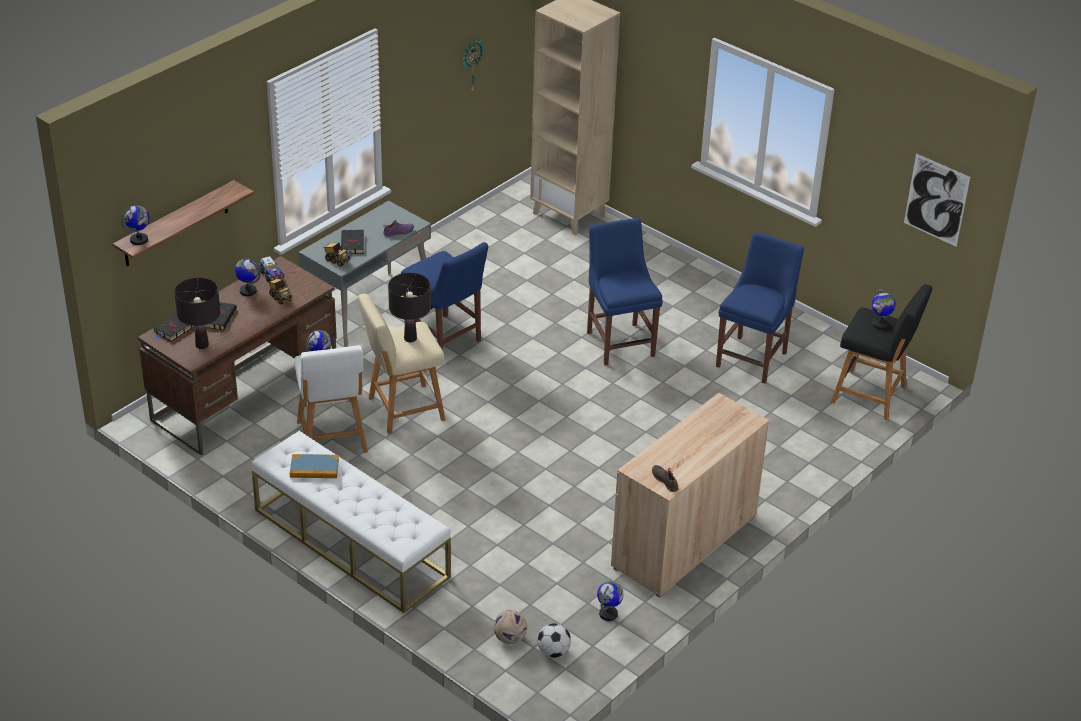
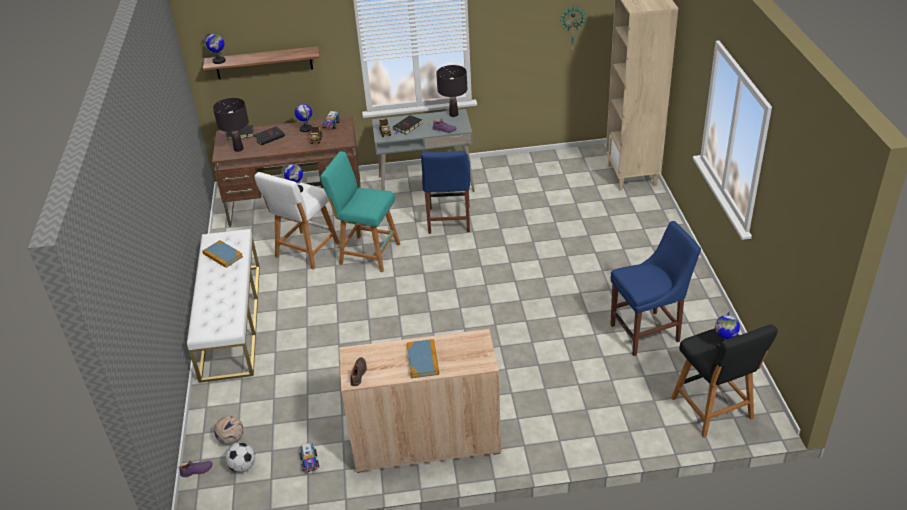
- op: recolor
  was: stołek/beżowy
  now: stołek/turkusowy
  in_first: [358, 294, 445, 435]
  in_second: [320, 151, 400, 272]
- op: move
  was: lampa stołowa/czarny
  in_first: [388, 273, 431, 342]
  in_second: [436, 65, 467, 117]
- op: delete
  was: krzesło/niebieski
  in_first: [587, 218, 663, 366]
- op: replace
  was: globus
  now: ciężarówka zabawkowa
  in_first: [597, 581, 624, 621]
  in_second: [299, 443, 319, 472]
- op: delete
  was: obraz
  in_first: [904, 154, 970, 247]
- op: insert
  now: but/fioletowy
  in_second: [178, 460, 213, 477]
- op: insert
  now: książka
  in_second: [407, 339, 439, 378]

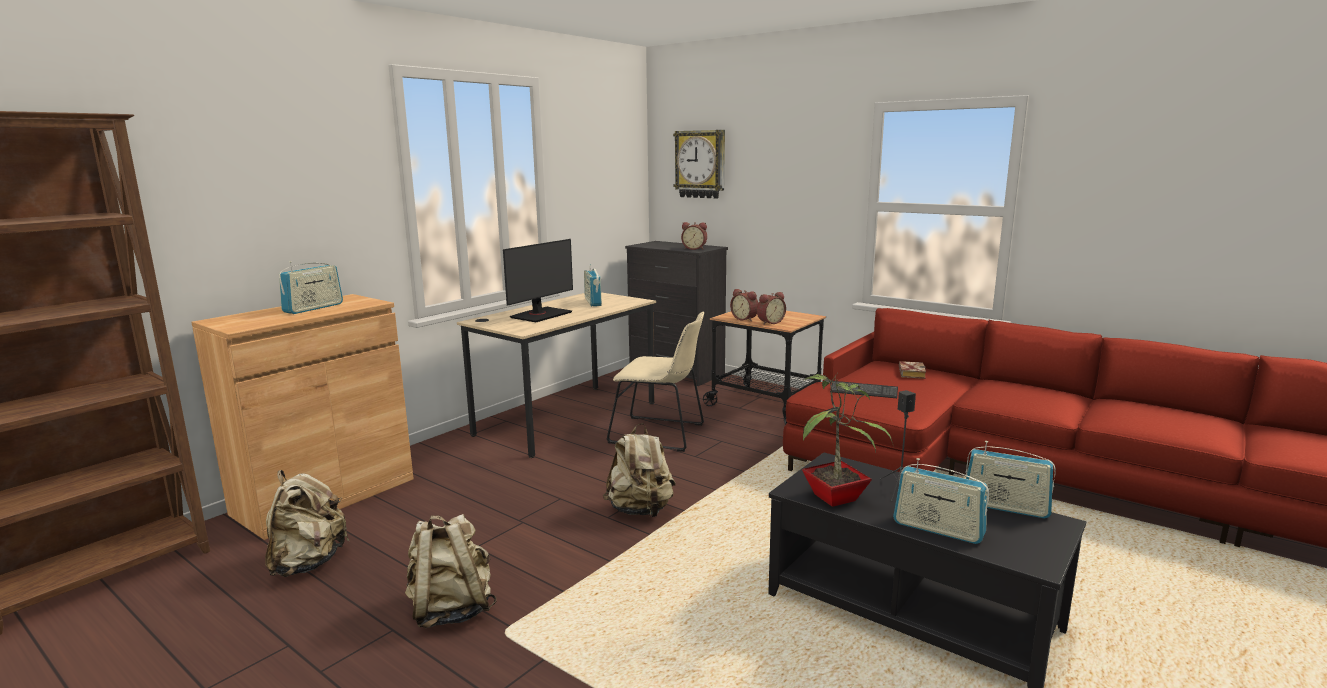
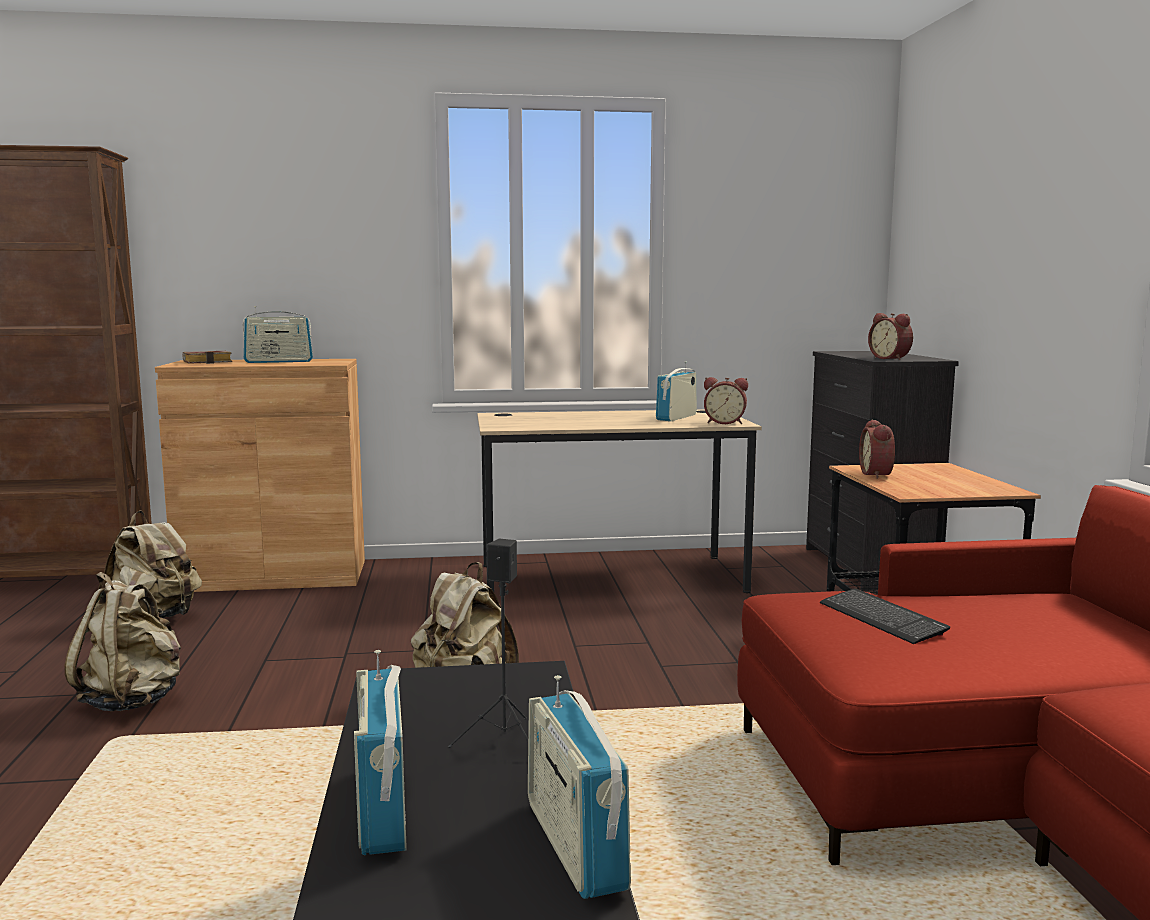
- op: delete
  was: monitor
  in_first: [503, 239, 573, 322]
- op: delete
  was: krzesło/beżowy
  in_first: [606, 312, 704, 452]
- op: delete
  was: zegar ścienny
  in_first: [673, 130, 725, 199]
- op: move
  was: budzik
  in_first: [757, 292, 786, 325]
  in_second: [704, 377, 748, 424]
- op: delete
  was: roślina doniczkowa
  in_first: [802, 374, 893, 507]
- op: move
  was: książka
  in_first: [899, 361, 926, 379]
  in_second: [183, 351, 232, 364]

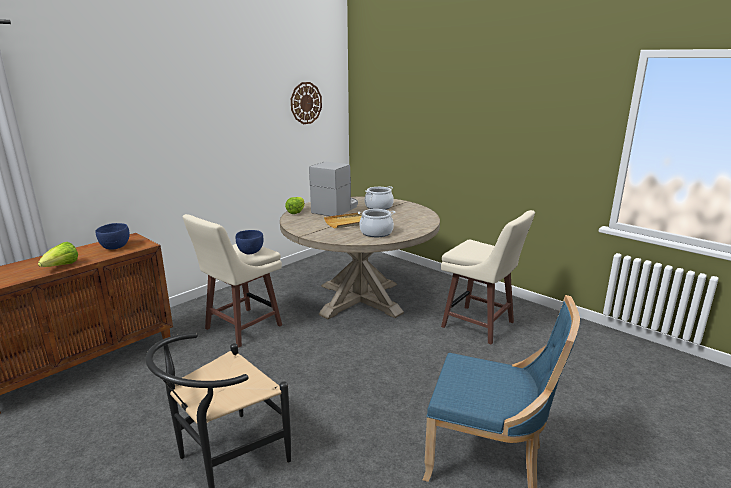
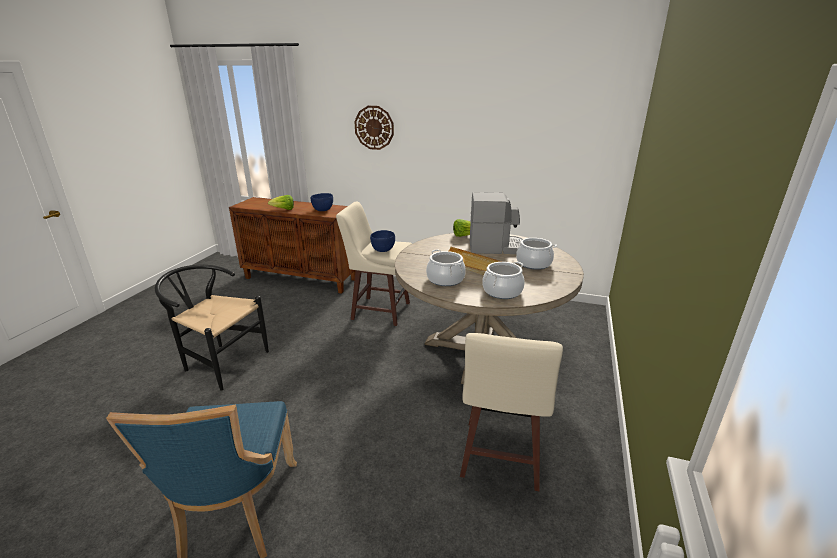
- op: move
  was: zegar ścienny
  in_first: [291, 82, 322, 124]
  in_second: [354, 106, 394, 150]
- op: insert
  now: garnek
  in_second: [482, 262, 525, 299]

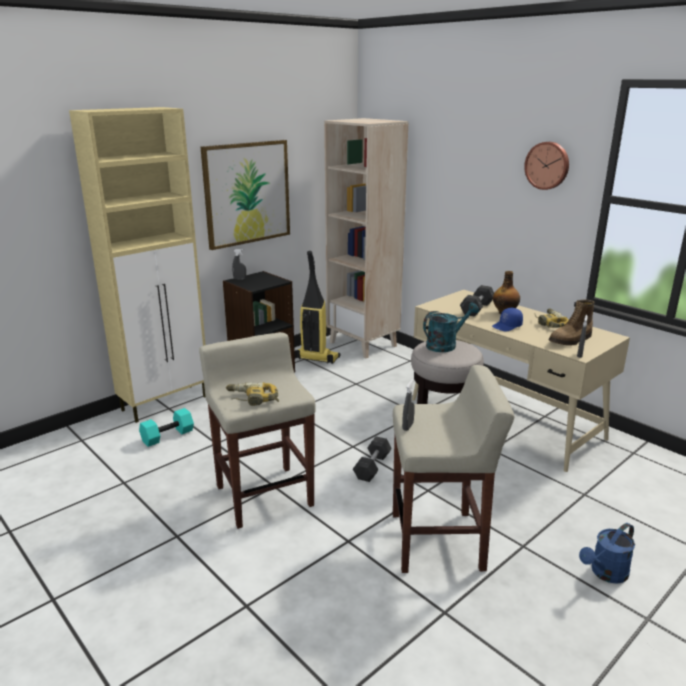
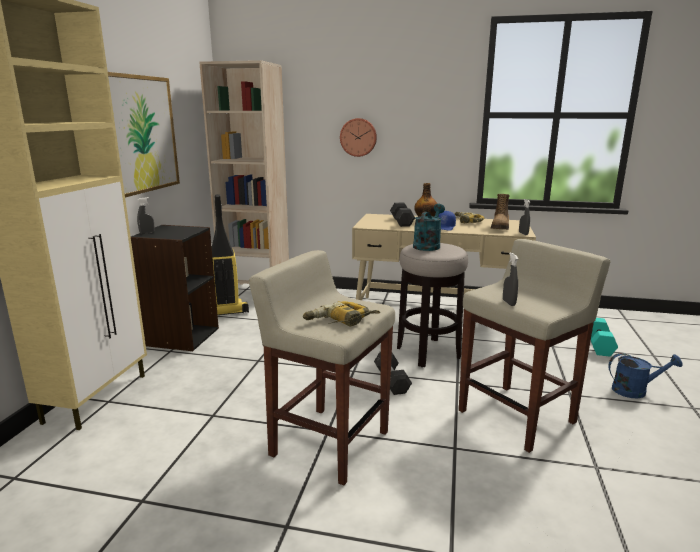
- op: move
  was: hantel/turkusowy
  in_first: [139, 408, 194, 447]
  in_second: [591, 318, 618, 357]
- op: move
  was: zegar ścienny
  in_first: [524, 142, 569, 190]
  in_second: [340, 118, 377, 157]
- op: rotate
  was: konewka/niebieski
  in_first: [579, 523, 635, 584]
  in_second: [608, 353, 683, 398]
  clockwise: -105

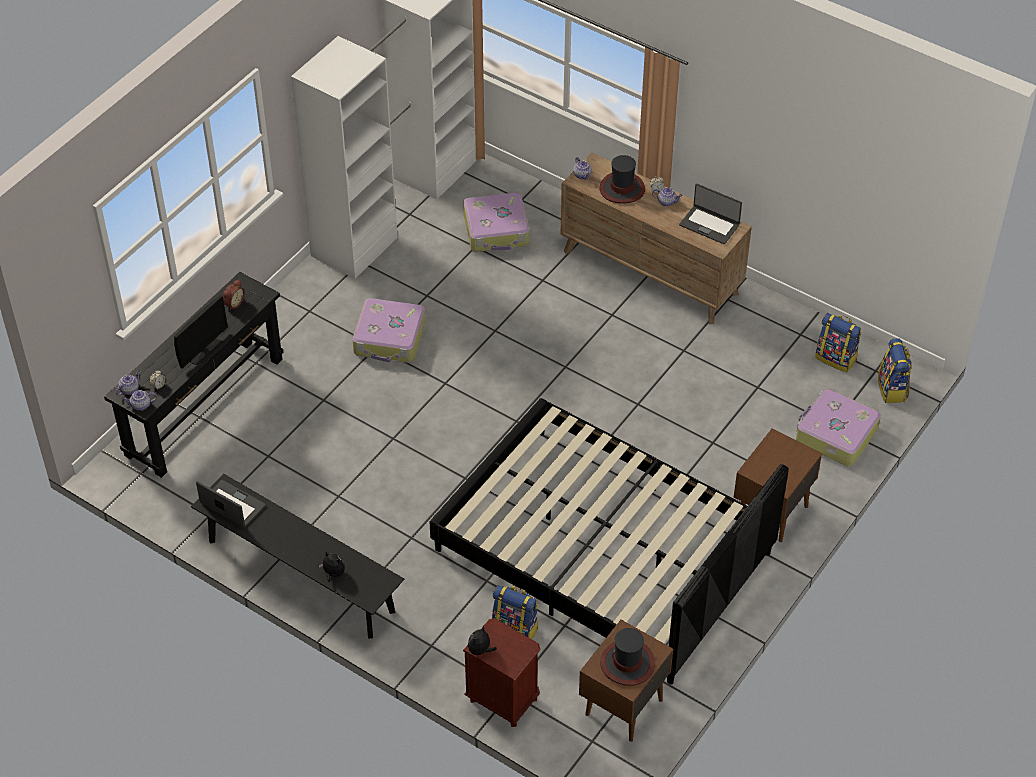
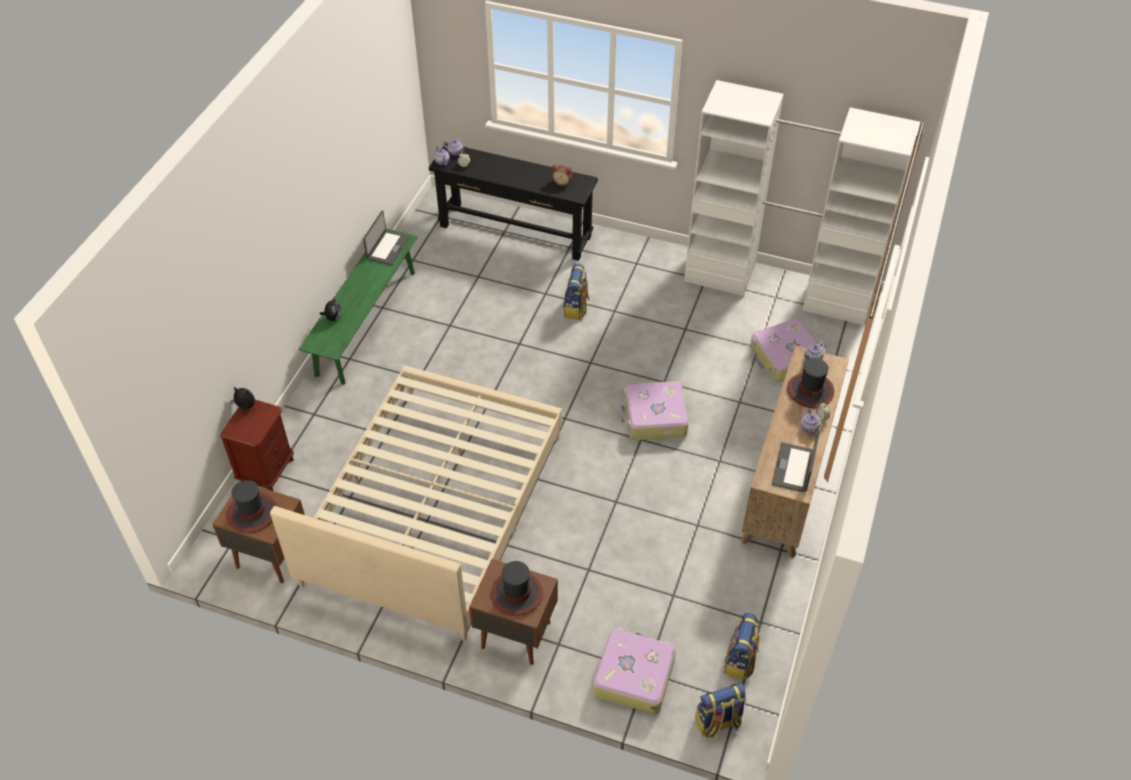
- op: delete
  was: monitor
  in_first: [174, 295, 228, 368]
- op: recolor
  was: ławka/czarny
  now: ławka/zielony
  in_first: [191, 474, 404, 639]
  in_second: [299, 228, 418, 385]
- op: move
  was: walizka
  in_first: [352, 298, 425, 363]
  in_second: [621, 381, 689, 440]
- op: recolor
  was: łóżko/czarny
  now: łóżko/beżowy
  in_first: [429, 398, 789, 685]
  in_second: [270, 365, 562, 641]
- op: move
  was: plecak
  in_first: [492, 585, 538, 639]
  in_second: [563, 263, 590, 320]
- op: insert
  now: kapelusz
  in_second: [491, 561, 543, 616]

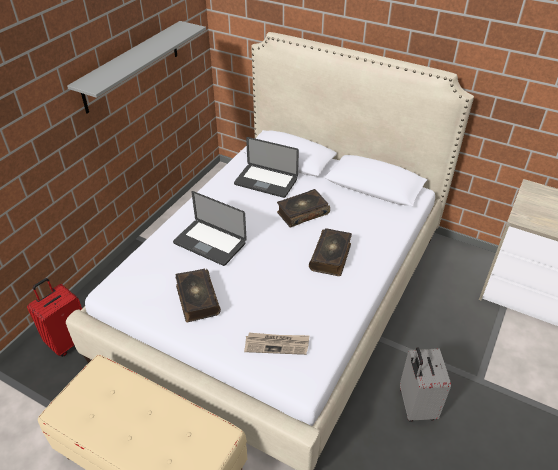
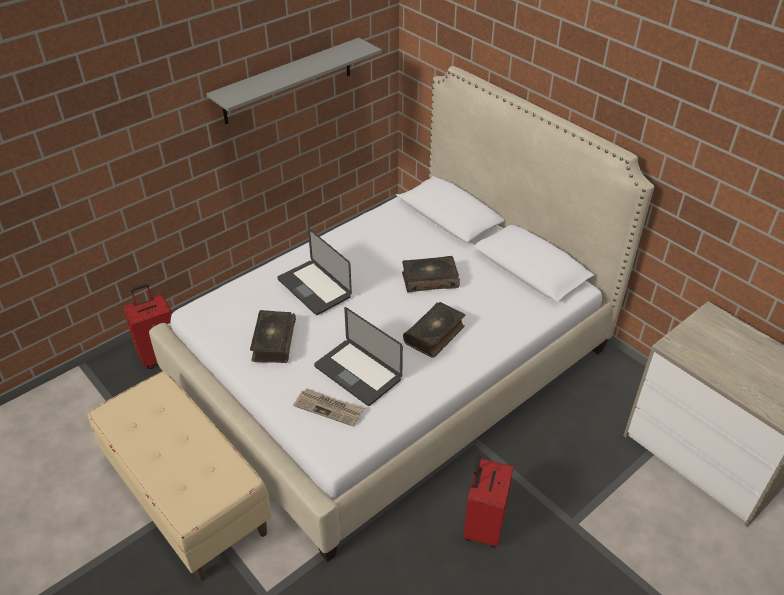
- op: move
  was: laptop
  in_first: [234, 137, 299, 198]
  in_second: [314, 307, 403, 406]
- op: recolor
  was: walizka/szary
  now: walizka/czerwony
  in_first: [400, 347, 451, 422]
  in_second: [463, 455, 514, 548]

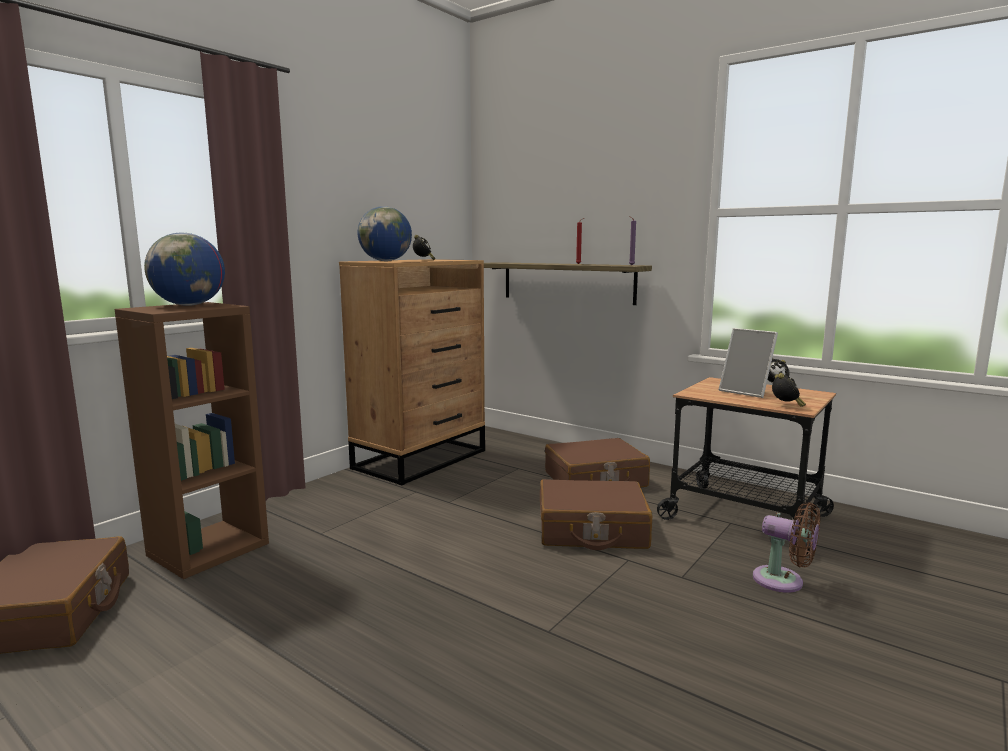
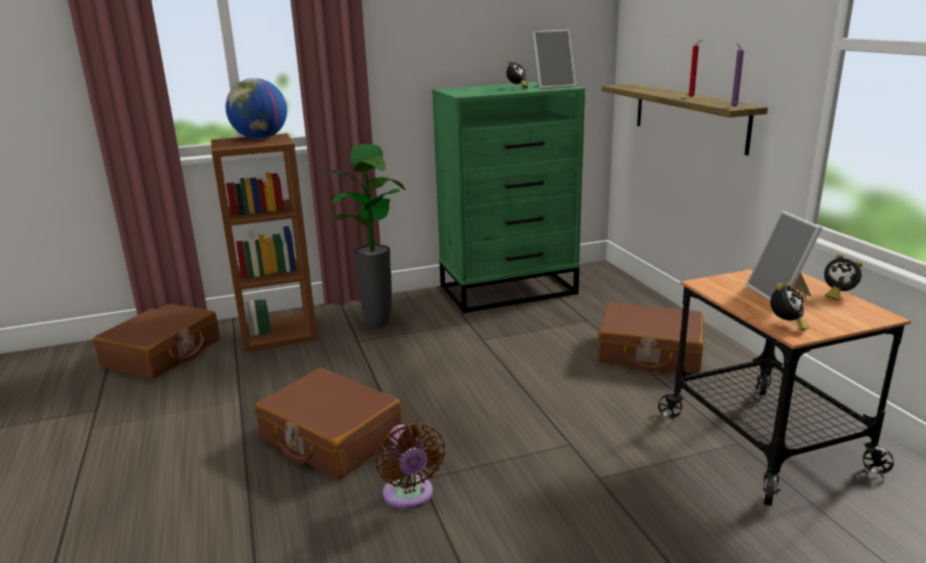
- op: recolor
  was: komoda/brązowy
  now: komoda/zielony
  in_first: [339, 259, 485, 486]
  in_second: [432, 82, 585, 313]
- op: delete
  was: globus
  in_first: [358, 206, 412, 261]
- op: move
  was: walizka/brązowy
  in_first: [540, 479, 653, 550]
  in_second: [255, 368, 402, 479]
- op: move
  was: wentylator/brązowy
  in_first: [753, 502, 820, 593]
  in_second: [375, 423, 445, 509]
- op: insert
  now: roślina doniczkowa
  in_second: [321, 144, 406, 328]
- op: insert
  now: ramka na zdjęcie
  in_second: [533, 30, 576, 89]

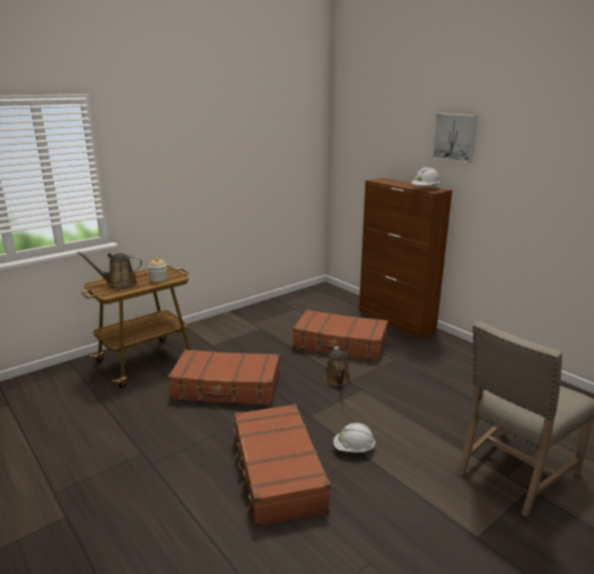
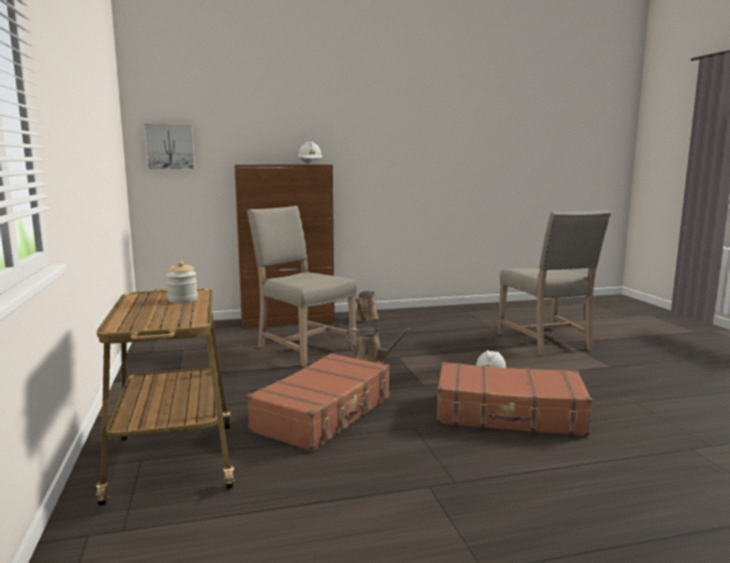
- op: move
  was: konewka/brązowy
  in_first: [77, 252, 142, 289]
  in_second: [356, 291, 379, 322]
- op: replace
  was: walizka/brązowy
  now: krzesło/beżowy
  in_first: [293, 310, 388, 362]
  in_second: [247, 206, 357, 367]
- op: move
  was: obraz
  in_first: [432, 113, 478, 163]
  in_second: [144, 123, 195, 171]

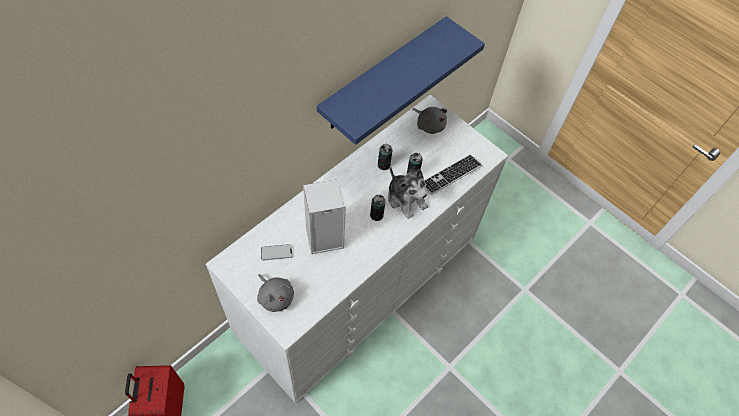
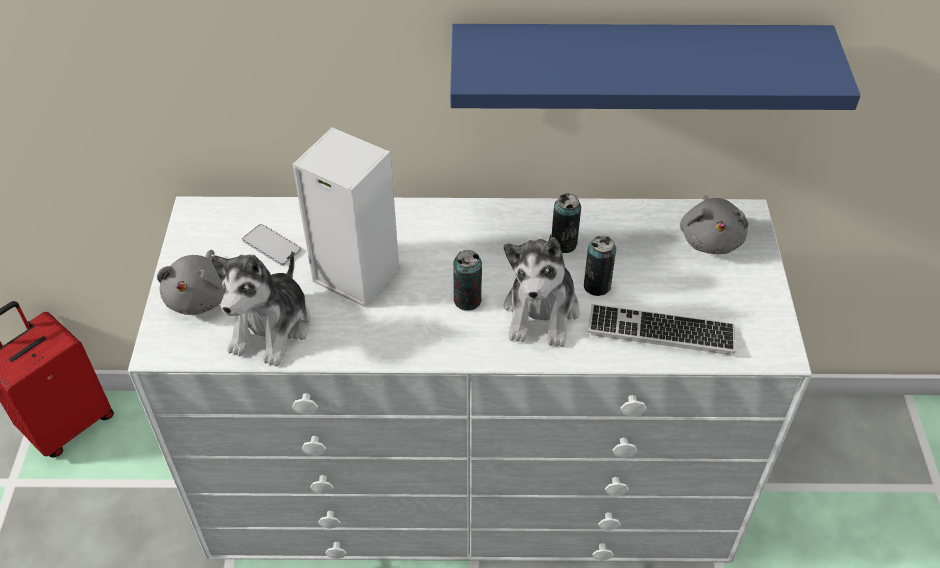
- op: insert
  now: pluszak
  in_second: [211, 251, 311, 367]

